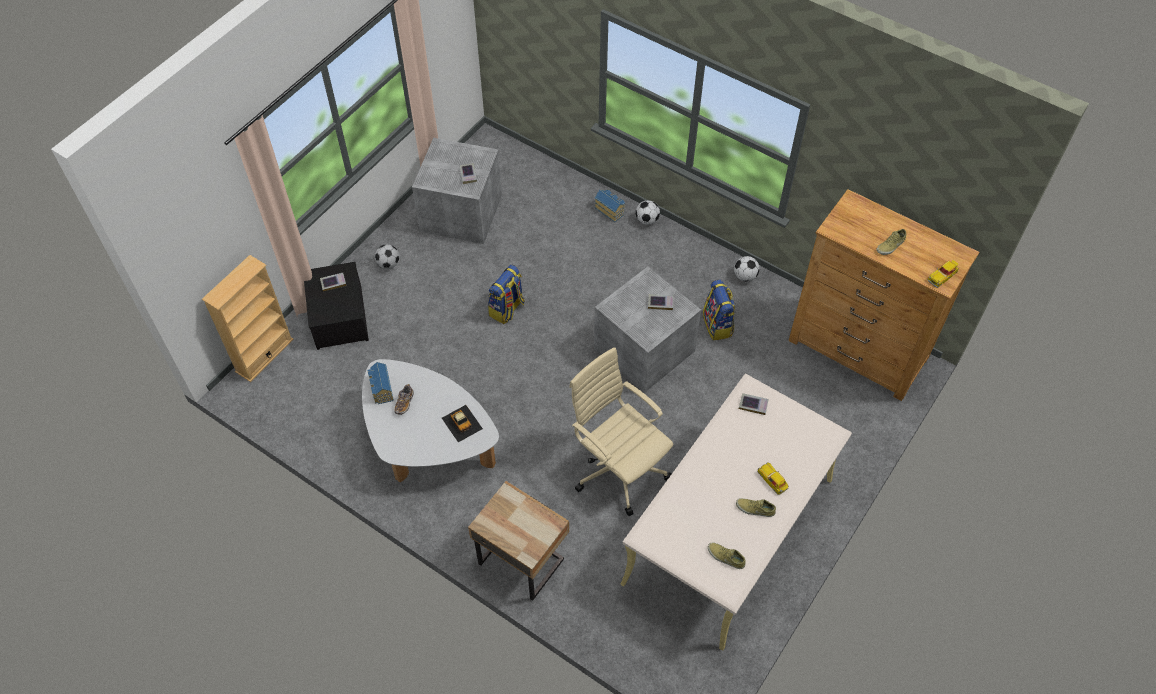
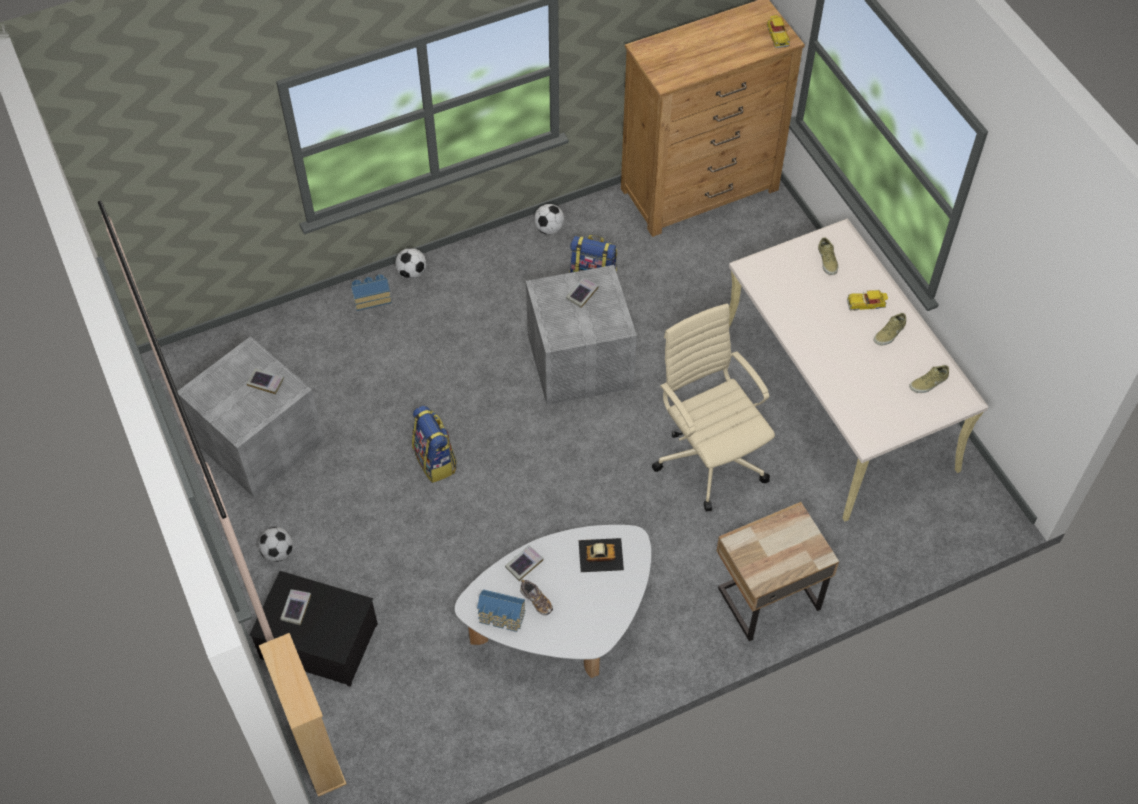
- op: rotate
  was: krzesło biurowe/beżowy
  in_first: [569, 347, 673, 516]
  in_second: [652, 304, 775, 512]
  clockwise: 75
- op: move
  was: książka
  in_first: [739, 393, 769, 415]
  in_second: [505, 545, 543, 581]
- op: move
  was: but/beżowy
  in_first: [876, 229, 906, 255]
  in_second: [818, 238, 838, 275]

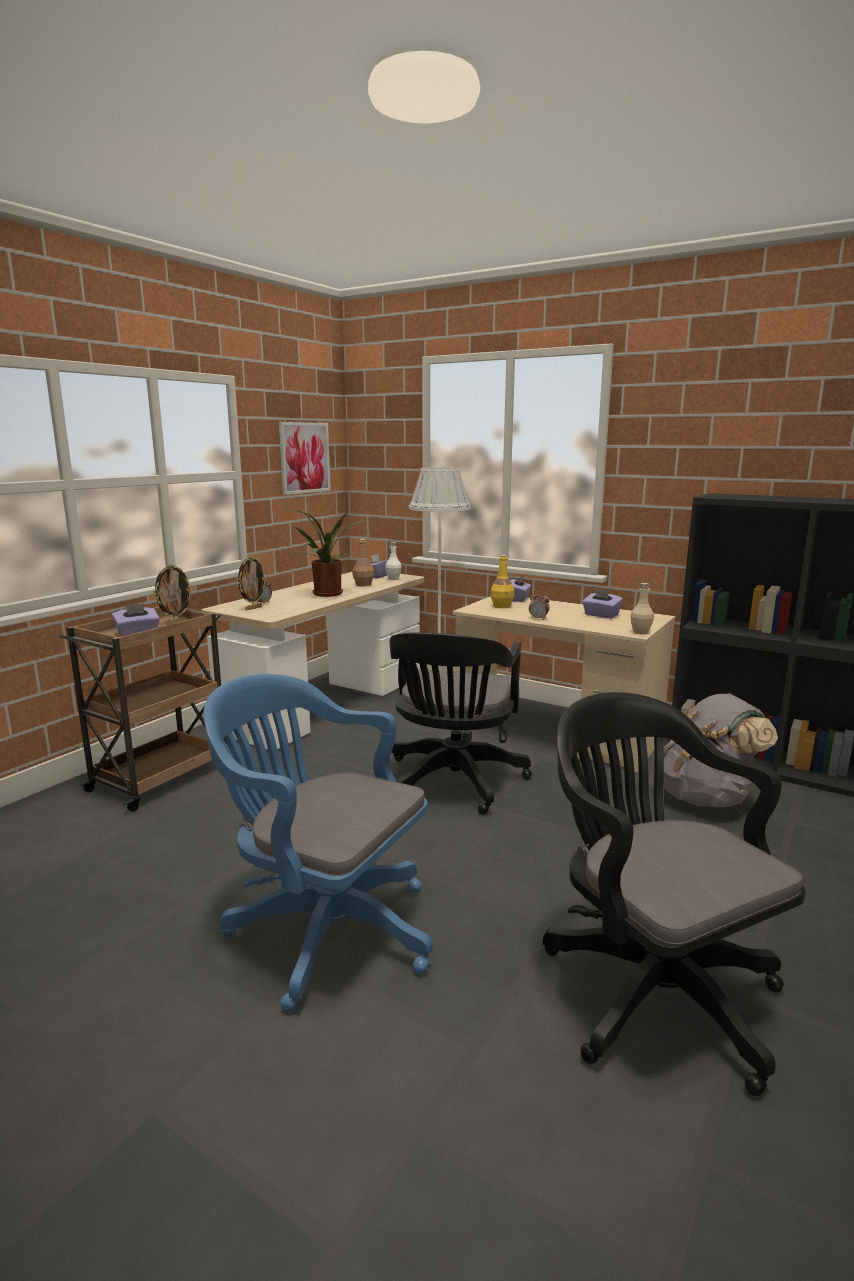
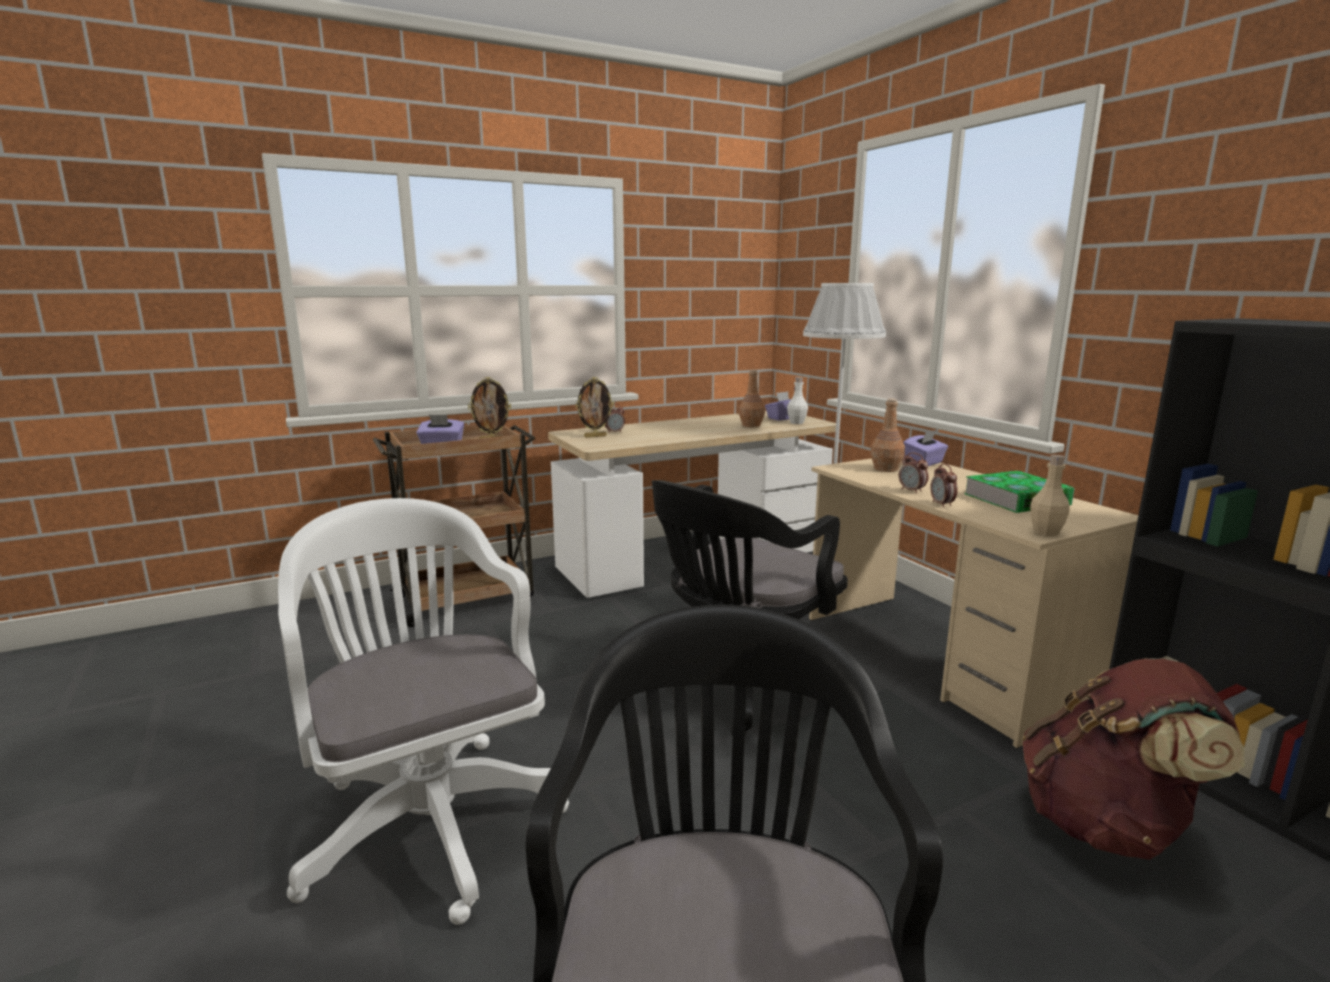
- op: recolor
  was: krzesło biurowe/niebieski
  now: krzesło biurowe/biały
  in_first: [203, 674, 432, 1012]
  in_second: [278, 498, 569, 925]
- op: delete
  was: obraz
  in_first: [279, 422, 331, 495]
- op: delete
  was: roślina doniczkowa
  in_first: [291, 509, 367, 597]
- op: recolor
  was: butelka/żółty
  now: butelka/brązowy
  in_first: [490, 555, 514, 608]
  in_second: [870, 399, 905, 472]
- op: replace
  was: pudełko chusteczek/fioletowy
  now: książka
  in_first: [582, 589, 623, 618]
  in_second: [964, 471, 1075, 513]
- op: recolor
  was: plecak/szary
  now: plecak/brązowy
  in_first: [654, 693, 778, 807]
  in_second: [1022, 658, 1244, 860]
- op: insert
  now: budzik
  in_second: [930, 463, 957, 508]

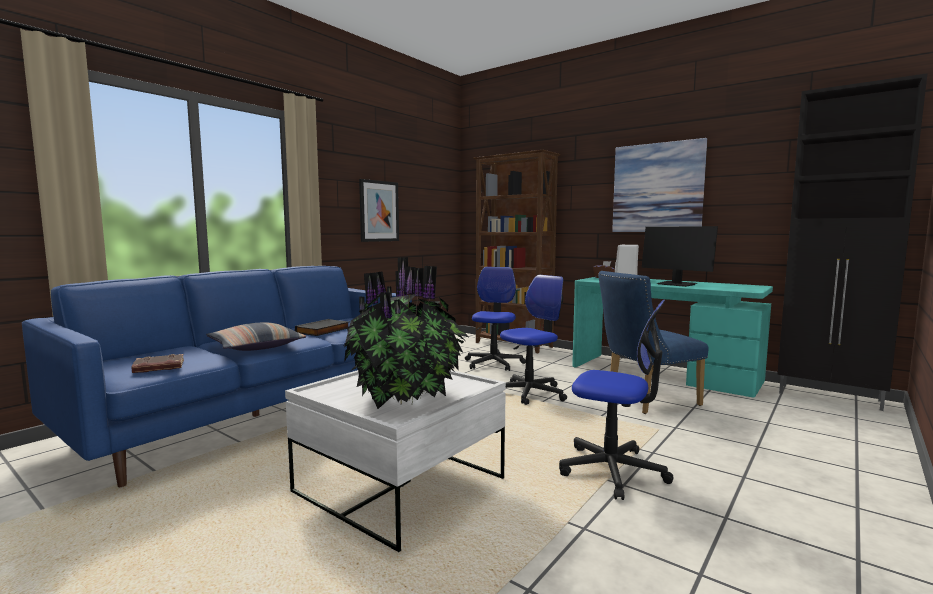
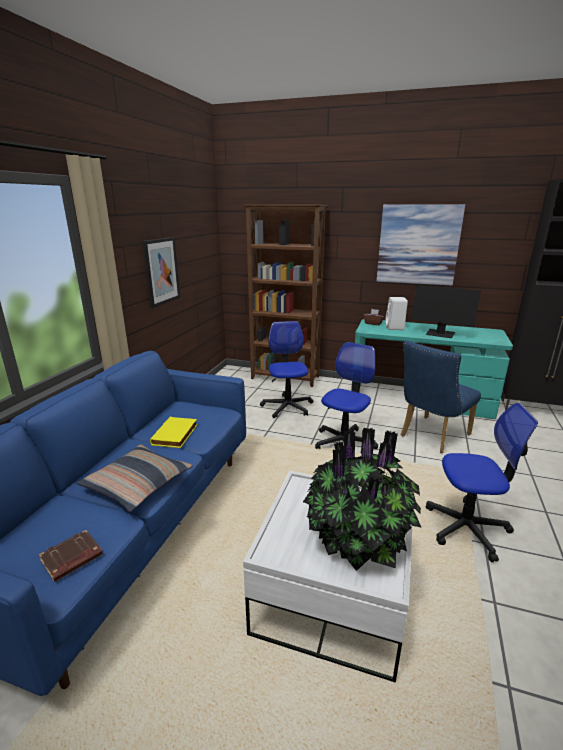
- op: recolor
  was: książka/czarny
  now: książka/żółty
  in_first: [295, 319, 348, 336]
  in_second: [150, 417, 198, 448]

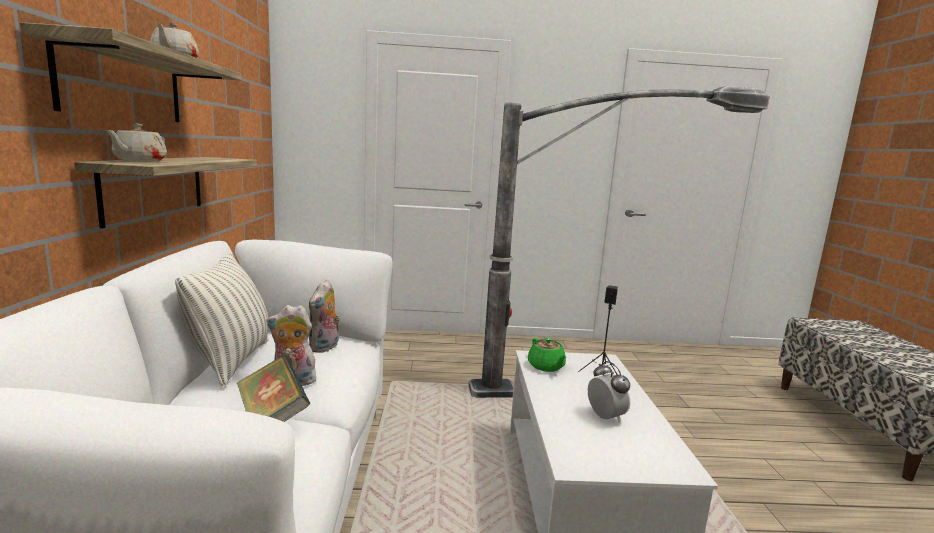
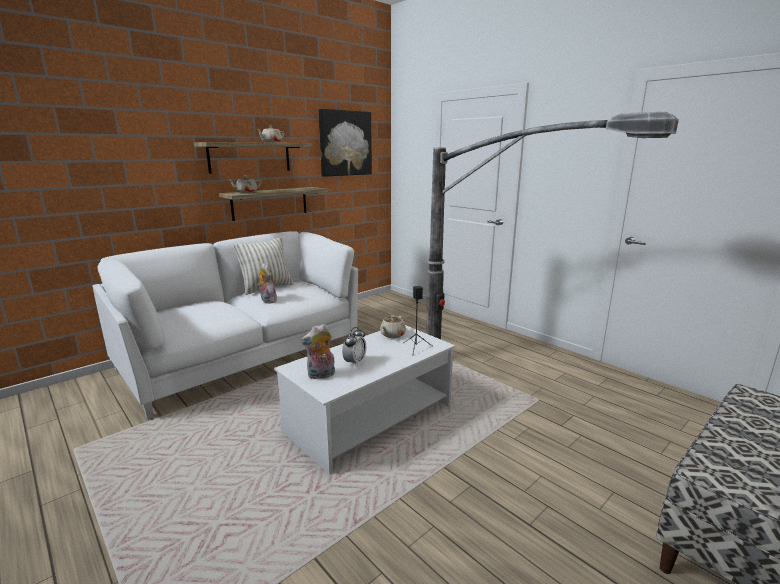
- op: delete
  was: książka
  in_first: [236, 355, 310, 422]
- op: move
  was: pluszak
  in_first: [309, 280, 340, 353]
  in_second: [301, 324, 335, 379]
- op: recolor
  was: imbryk/zielony
  now: imbryk/beżowy
  in_first: [528, 338, 566, 372]
  in_second: [380, 315, 406, 338]
- op: insert
  now: obraz
  in_second: [319, 109, 372, 177]

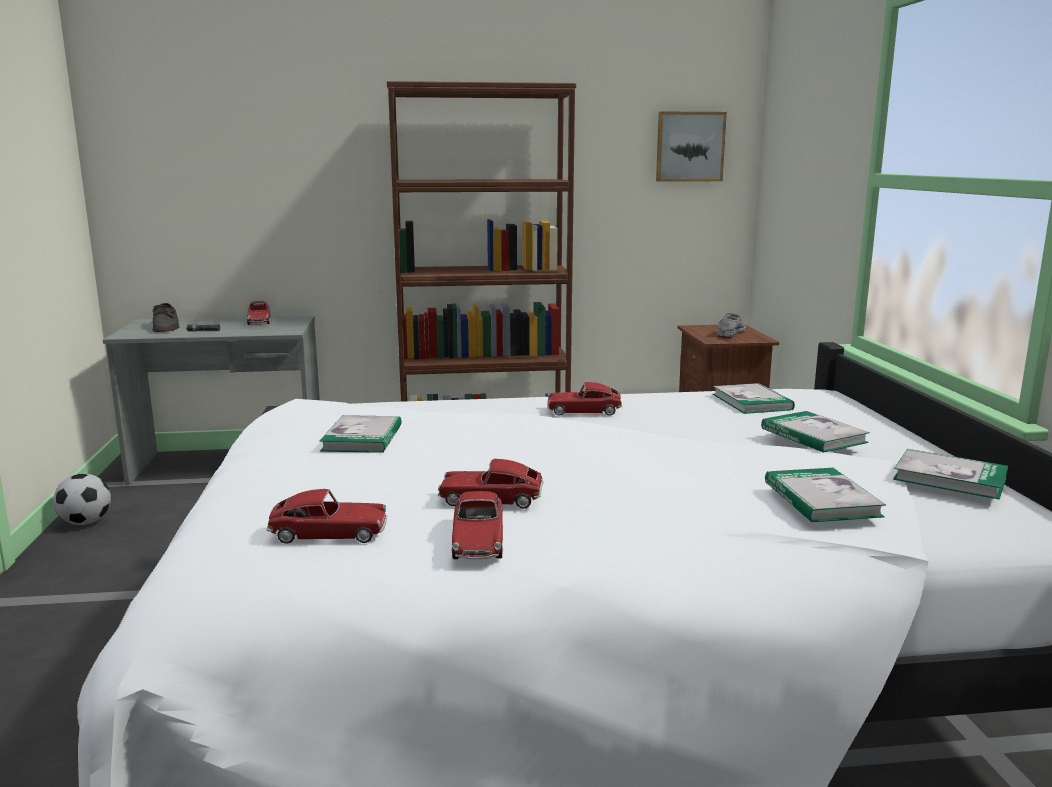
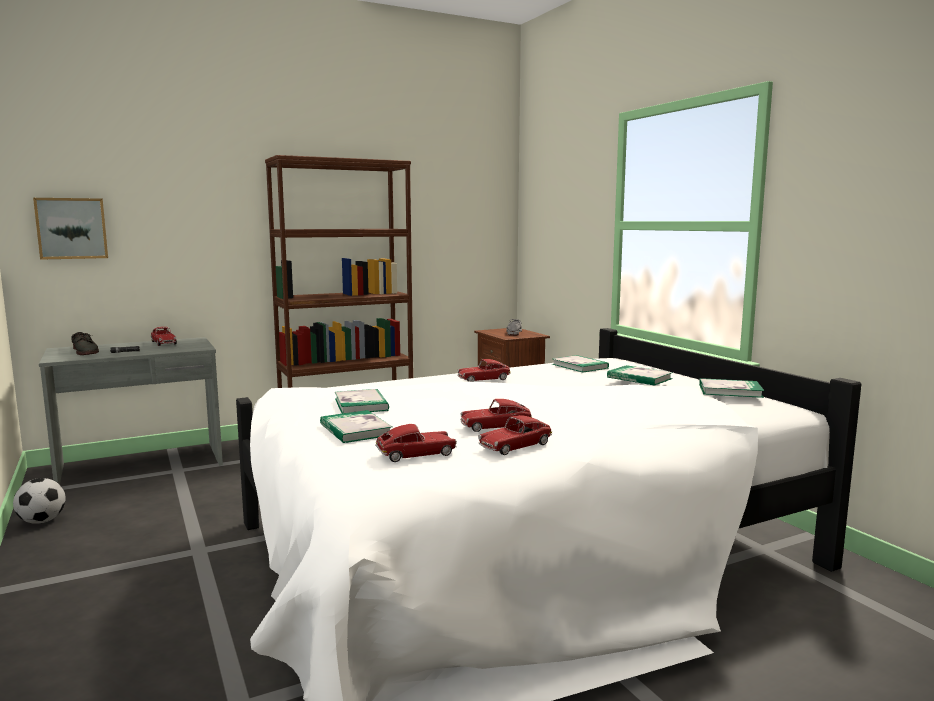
- op: rotate
  was: samochodzik
  in_first: [452, 491, 503, 559]
  in_second: [478, 415, 552, 455]
  clockwise: 75
- op: move
  was: obraz
  in_first: [656, 111, 727, 182]
  in_second: [33, 198, 108, 260]
- op: move
  was: książka
  in_first: [765, 468, 886, 522]
  in_second: [320, 410, 393, 443]

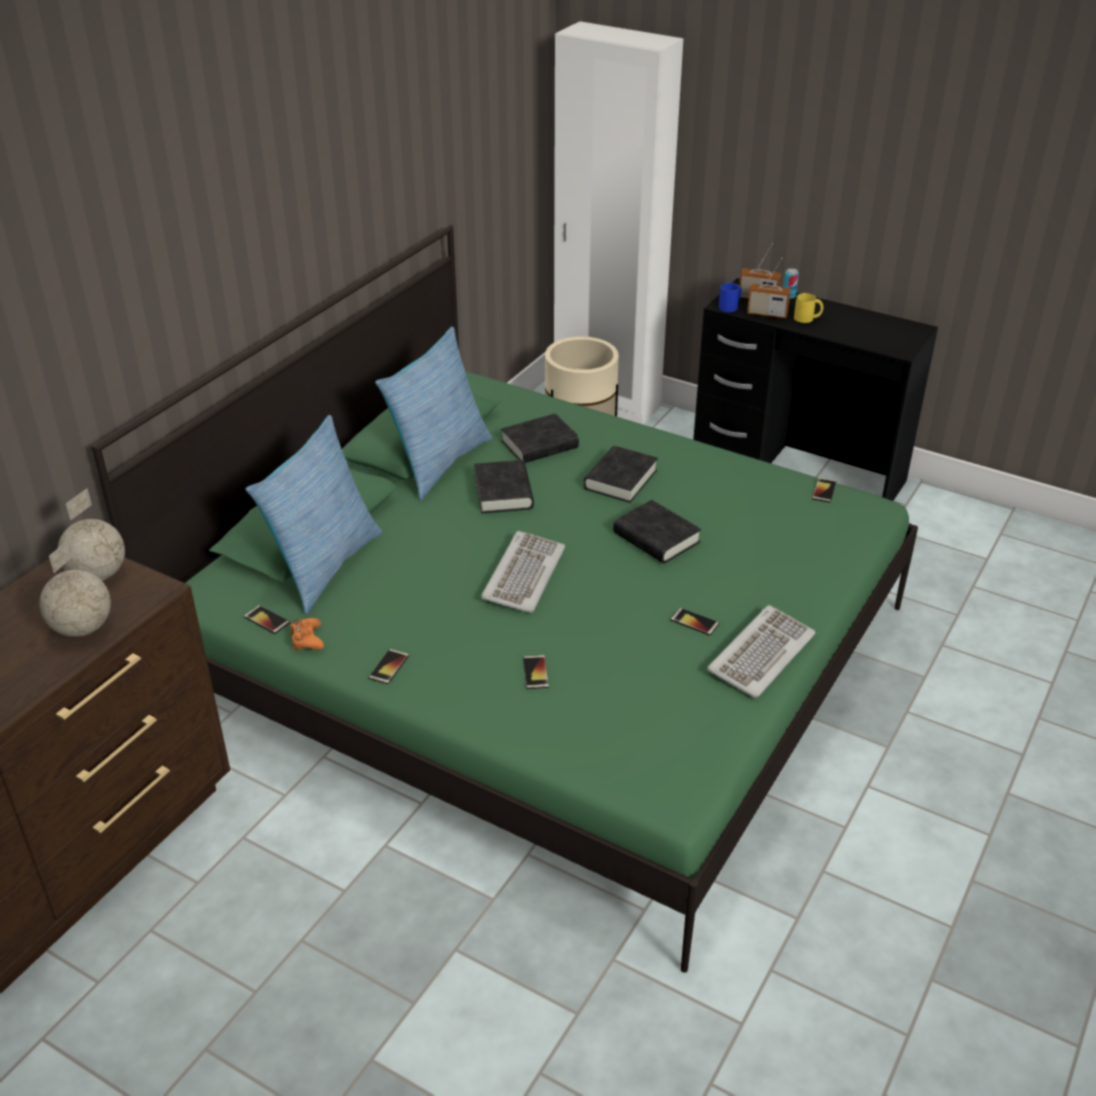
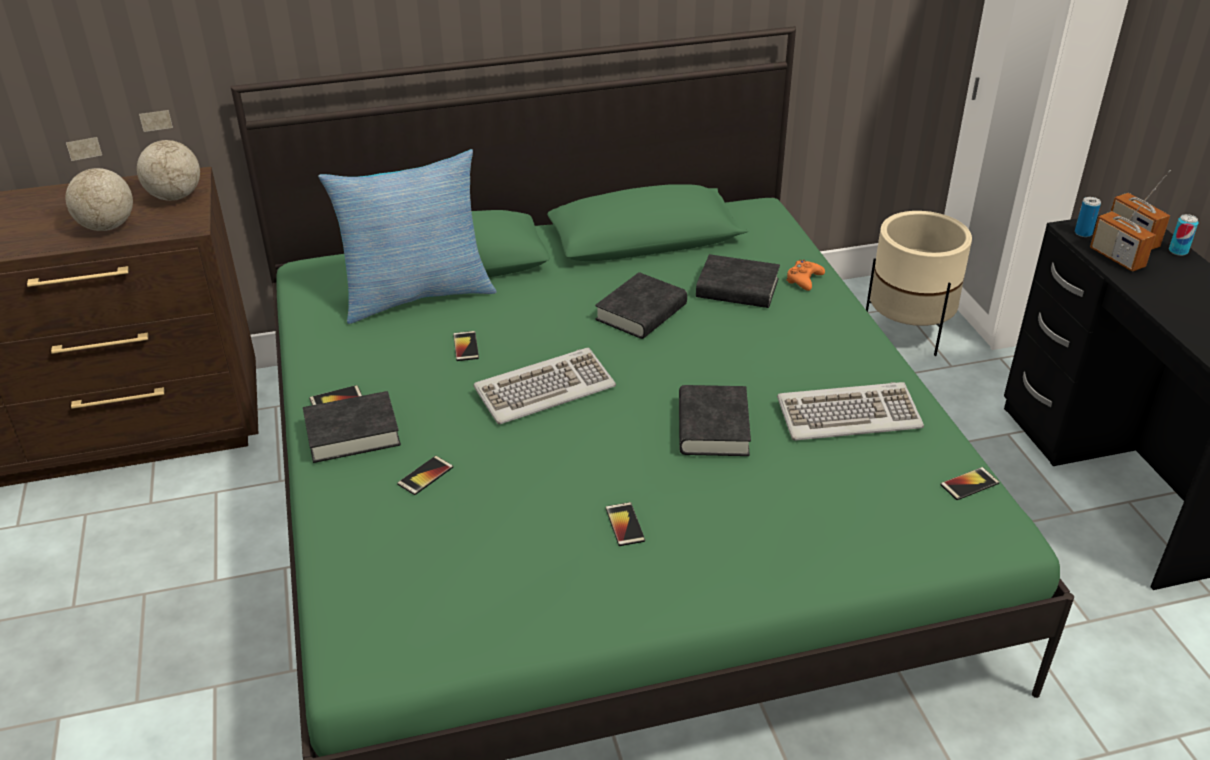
- op: move
  was: telefon
  in_first: [244, 605, 290, 634]
  in_second: [453, 331, 479, 361]
- op: move
  was: pad do gier/pomarańczowy
  in_first: [290, 618, 324, 650]
  in_second: [786, 260, 825, 291]
- op: delete
  was: poduszka
  in_first: [375, 327, 492, 500]
- op: move
  was: książka/czarny
  in_first: [584, 446, 658, 503]
  in_second: [303, 391, 401, 463]
- op: move
  was: klawiatura
  in_first: [707, 605, 816, 698]
  in_second: [777, 382, 924, 441]
- op: replace
  was: kubek/niebieski
  now: puszka
  in_first: [719, 283, 742, 312]
  in_second: [1075, 197, 1101, 237]
- op: delete
  was: kubek/żółty
  in_first: [794, 293, 823, 323]

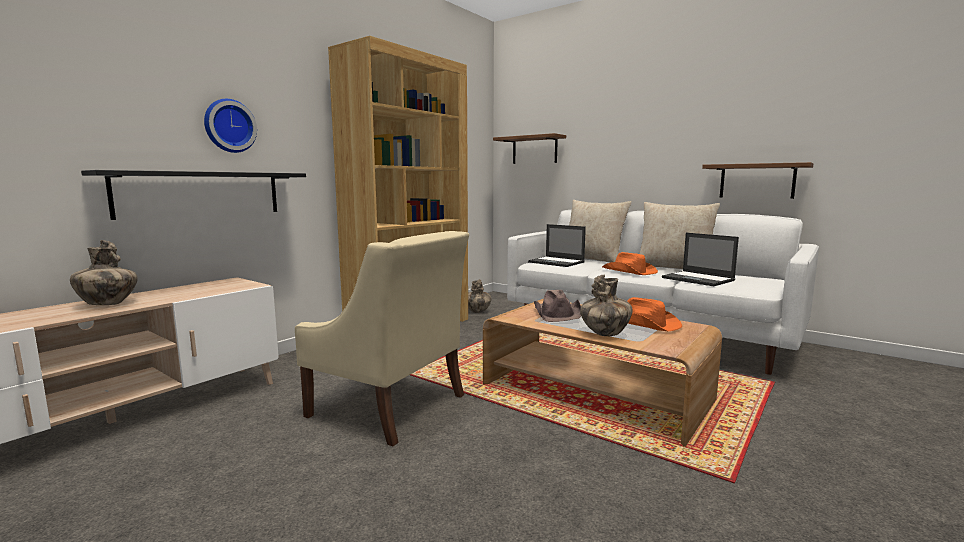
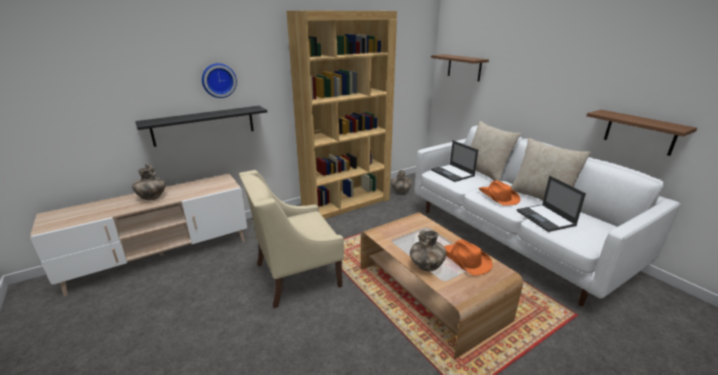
- op: rotate
  was: fotel/beżowy
  in_first: [295, 231, 469, 446]
  in_second: [239, 170, 344, 308]
  clockwise: 105
- op: delete
  was: kapelusz/brązowy
  in_first: [534, 290, 581, 322]

